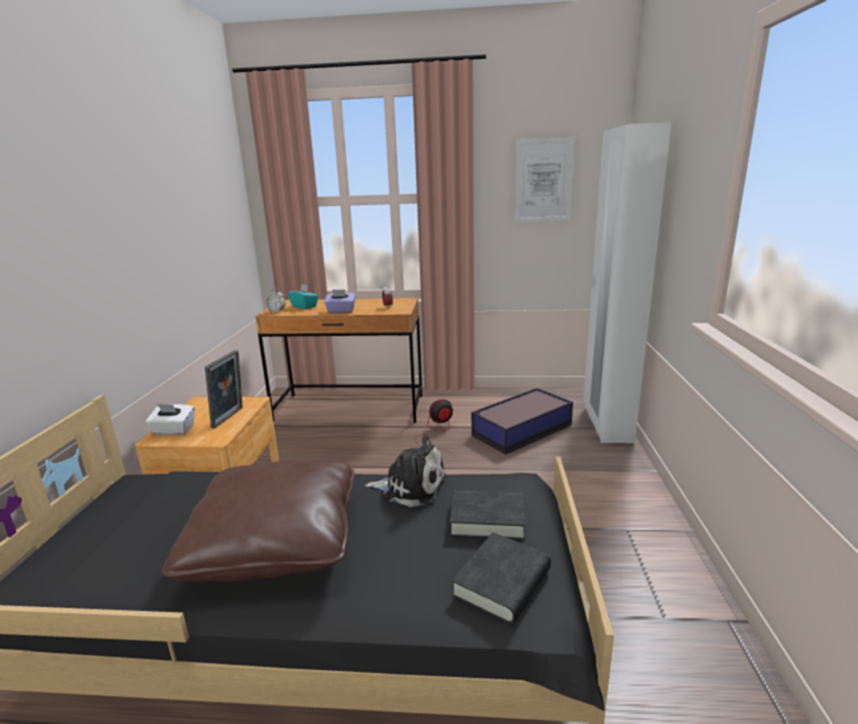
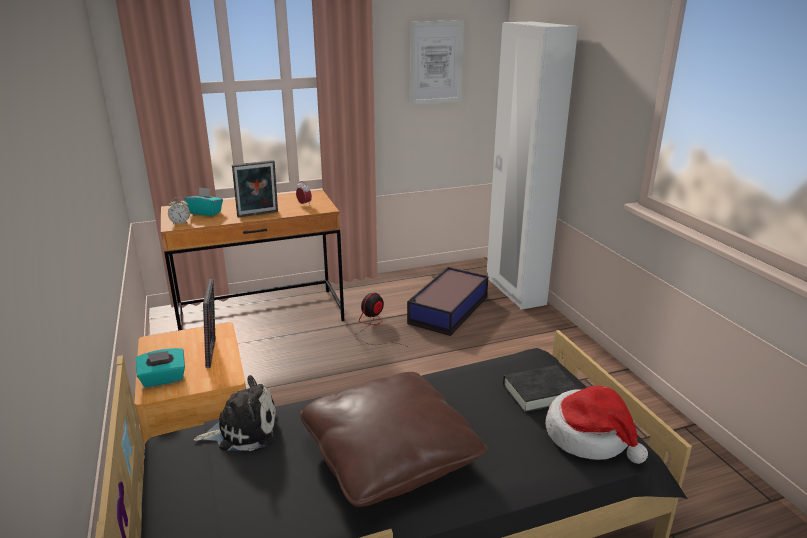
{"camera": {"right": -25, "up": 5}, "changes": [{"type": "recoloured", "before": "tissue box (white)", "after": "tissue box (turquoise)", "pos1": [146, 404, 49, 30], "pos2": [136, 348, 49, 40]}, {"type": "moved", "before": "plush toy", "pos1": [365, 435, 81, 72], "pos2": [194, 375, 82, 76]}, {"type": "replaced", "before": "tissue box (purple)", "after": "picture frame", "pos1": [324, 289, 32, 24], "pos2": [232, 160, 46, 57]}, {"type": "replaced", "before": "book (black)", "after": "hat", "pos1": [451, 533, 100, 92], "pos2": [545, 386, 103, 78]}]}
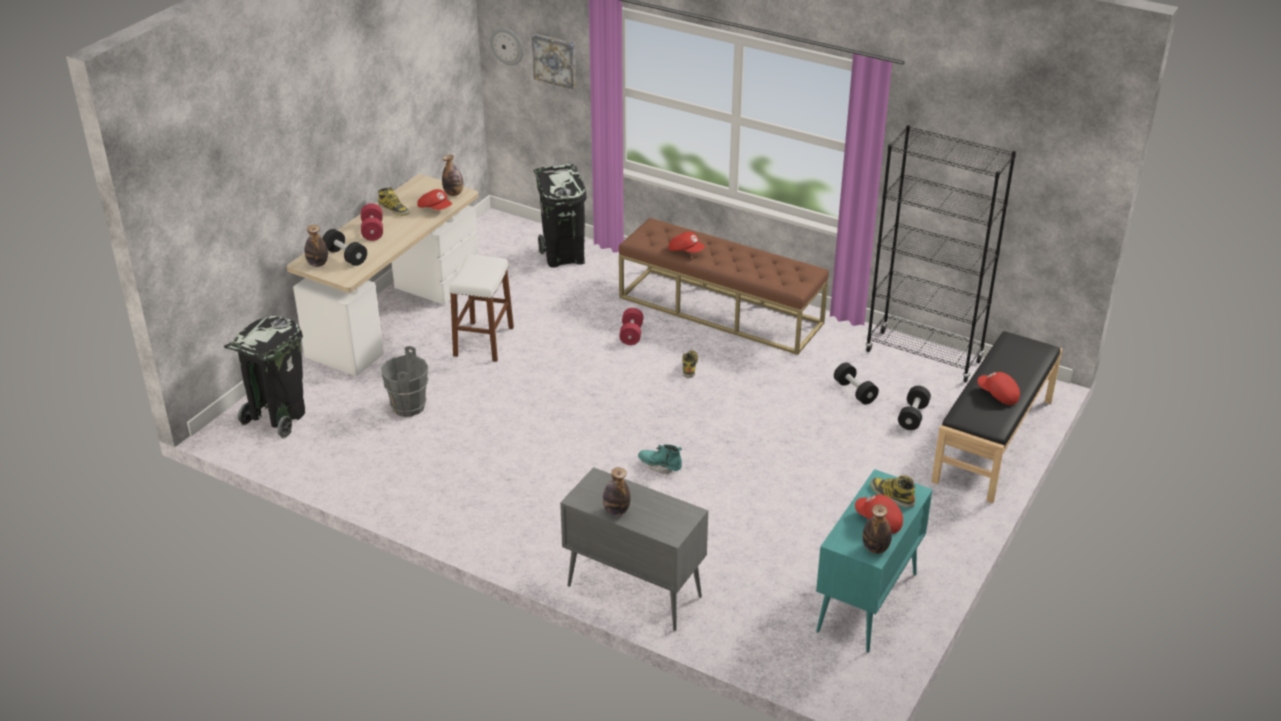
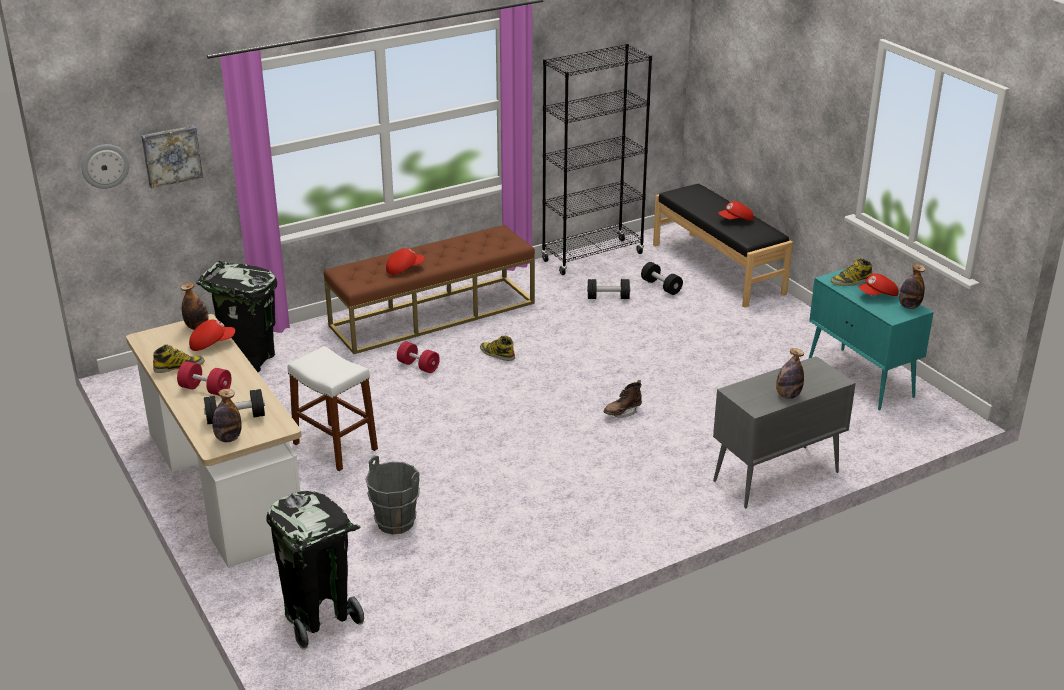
{"camera": {"right": -60, "up": -5}, "changes": [{"type": "recoloured", "before": "boot (turquoise)", "after": "boot (brown)", "pos1": [638, 444, 44, 30], "pos2": [604, 380, 38, 38]}]}
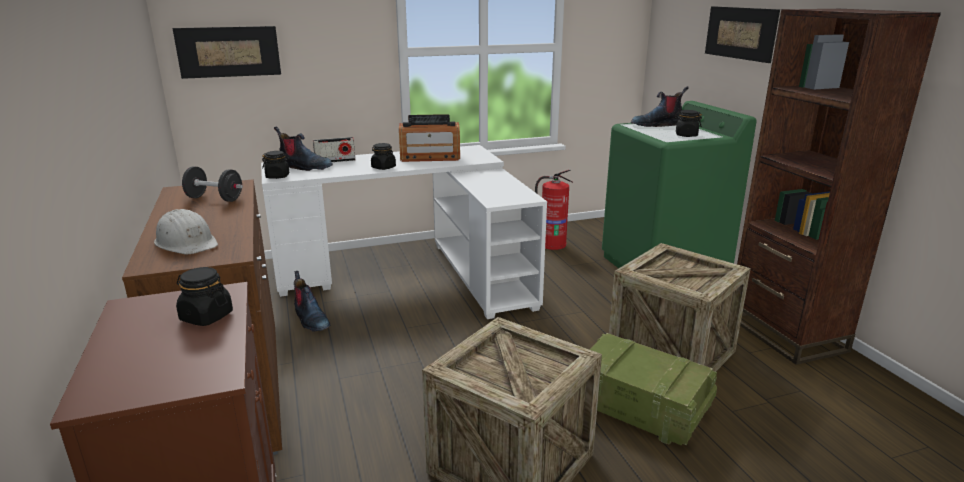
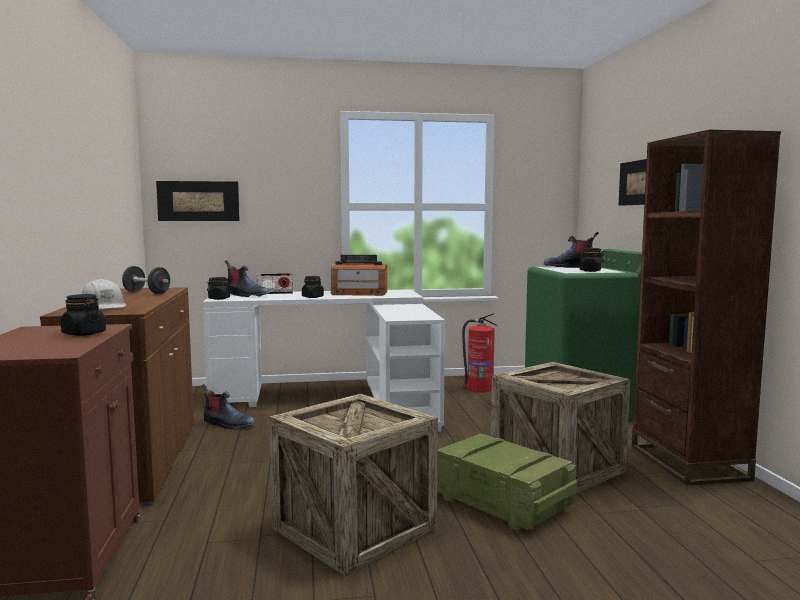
{"camera": {"right": 10, "up": -15}, "changes": [{"type": "turned", "before": "boot", "pos1": [294, 271, 36, 61], "pos2": [201, 384, 54, 45], "turn": -45}]}
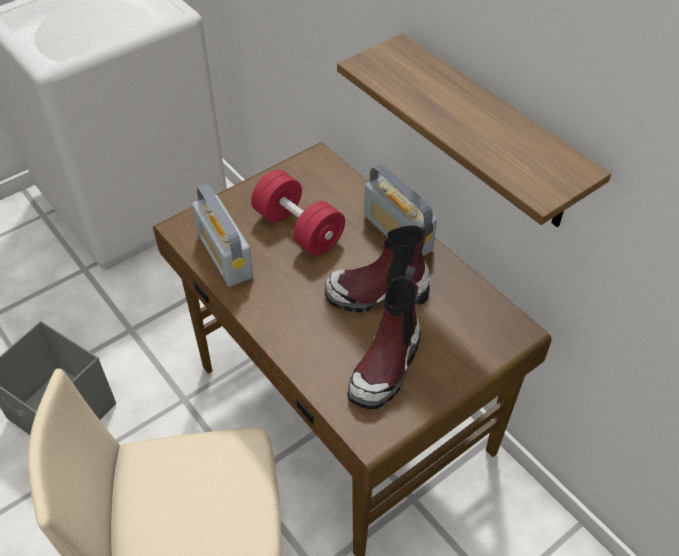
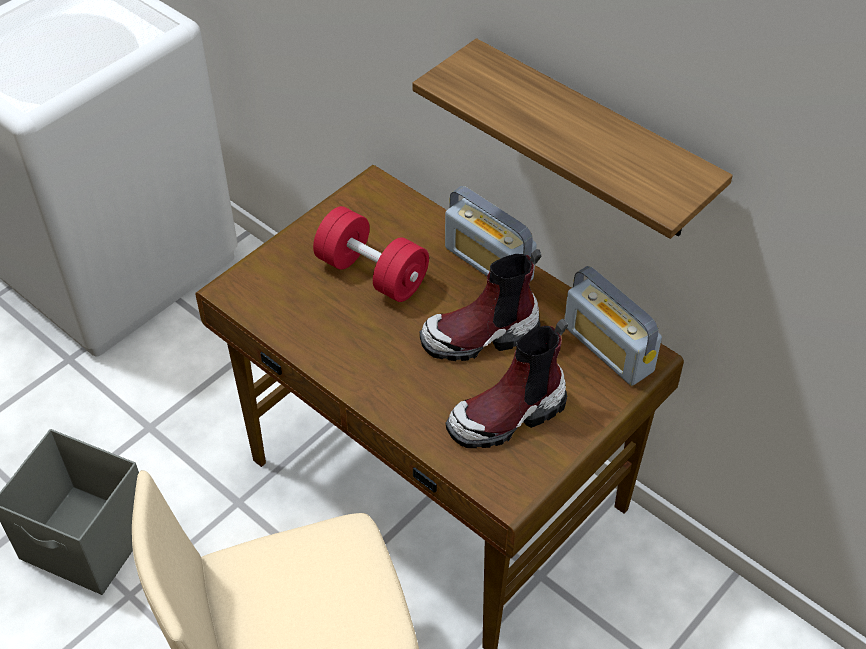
{"camera": {"right": -10, "up": 0}, "changes": [{"type": "turned", "before": "boot", "pos1": [347, 265, 74, 144], "pos2": [446, 319, 122, 129], "turn": 45}, {"type": "moved", "before": "radio", "pos1": [192, 184, 61, 103], "pos2": [564, 266, 98, 120]}]}
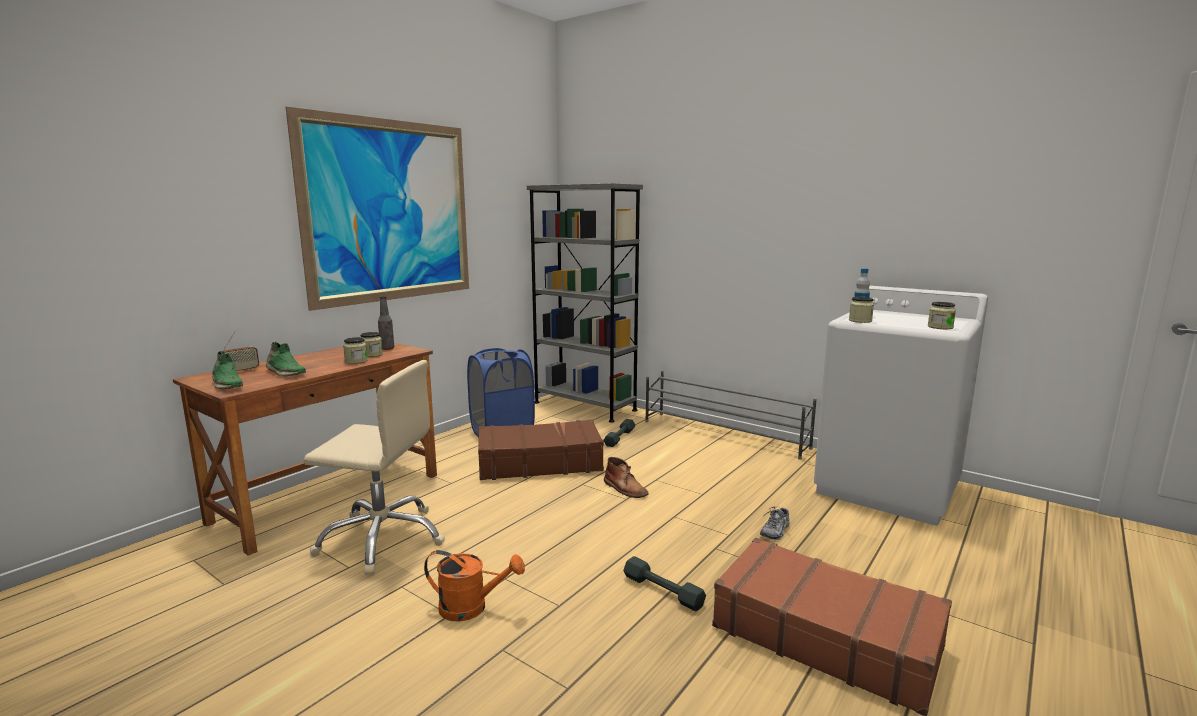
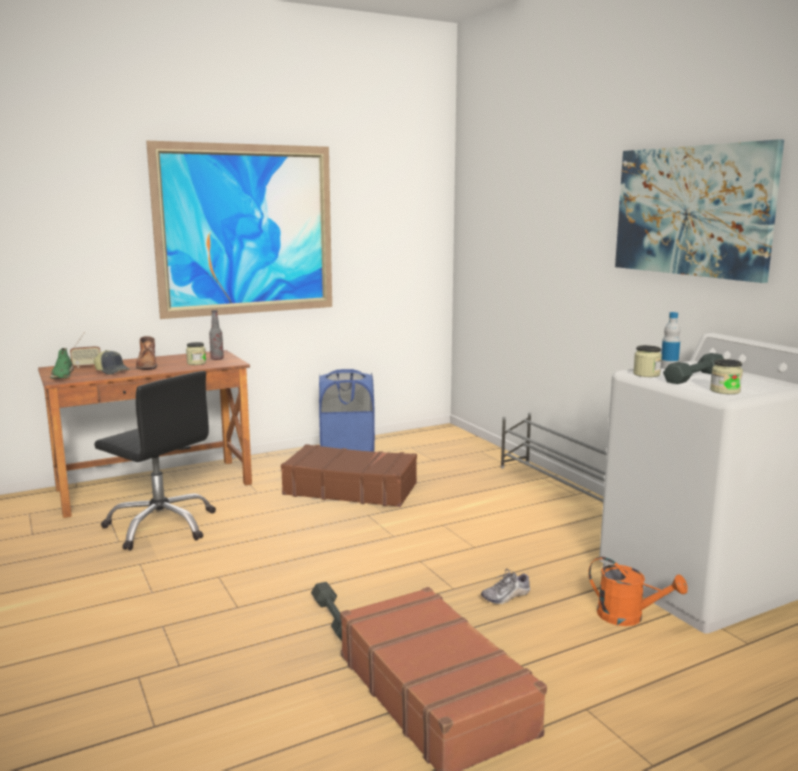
{"camera": {"right": 25, "up": 0}, "changes": [{"type": "replaced", "before": "shoe (green)", "after": "cap", "pos1": [266, 342, 40, 34], "pos2": [94, 350, 36, 25]}, {"type": "recoloured", "before": "office chair (beige)", "after": "office chair (black)", "pos1": [304, 360, 141, 215], "pos2": [94, 371, 122, 179]}, {"type": "moved", "before": "boot (brown)", "pos1": [604, 457, 45, 41], "pos2": [136, 336, 21, 34]}, {"type": "moved", "before": "watering can (orange)", "pos1": [424, 550, 101, 72], "pos2": [588, 557, 100, 69]}, {"type": "added", "after": "picture", "pos2": [615, 139, 169, 144]}, {"type": "moved", "before": "dumbbell (grey)", "pos1": [603, 419, 33, 28], "pos2": [663, 353, 61, 31]}, {"type": "removed", "before": "jar", "pos1": [343, 337, 25, 27]}, {"type": "removed", "before": "bookcase (grey)", "pos1": [527, 183, 116, 240]}]}
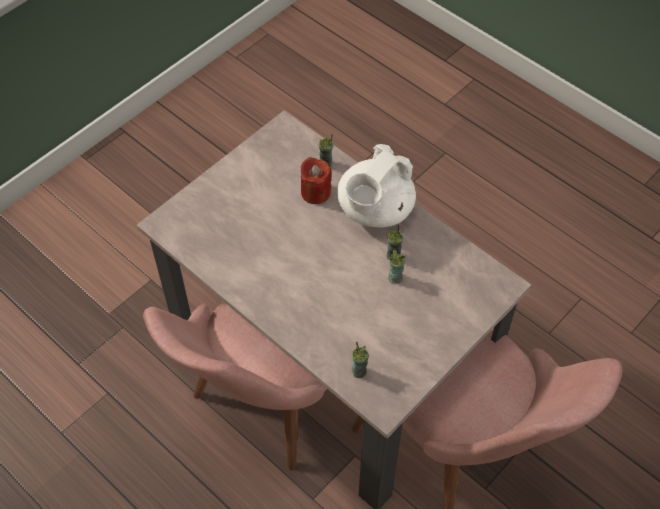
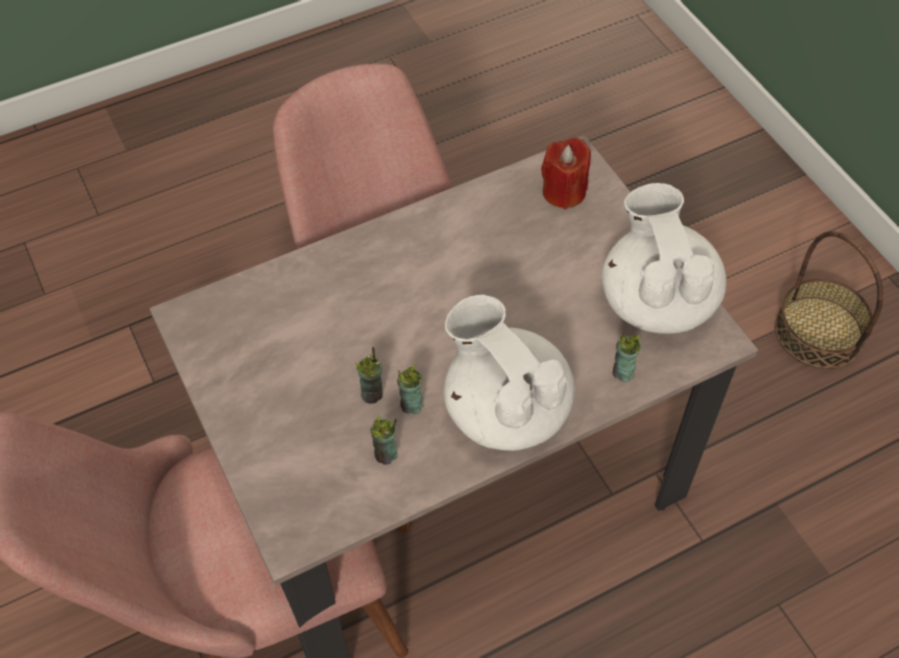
{"camera": {"right": 110, "up": 0}, "changes": [{"type": "moved", "before": "cup", "pos1": [351, 341, 18, 37], "pos2": [370, 414, 28, 51]}, {"type": "moved", "before": "candle (red)", "pos1": [300, 157, 32, 47], "pos2": [541, 138, 50, 71]}, {"type": "added", "after": "teapot (white)", "pos2": [602, 183, 124, 151]}, {"type": "added", "after": "basket", "pos2": [775, 231, 108, 138]}]}
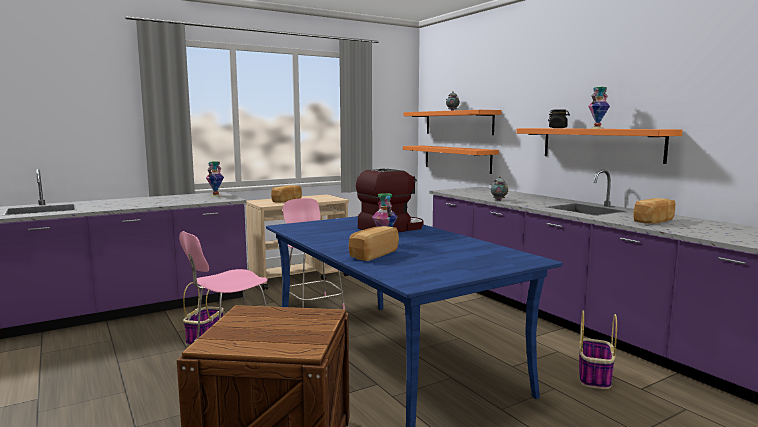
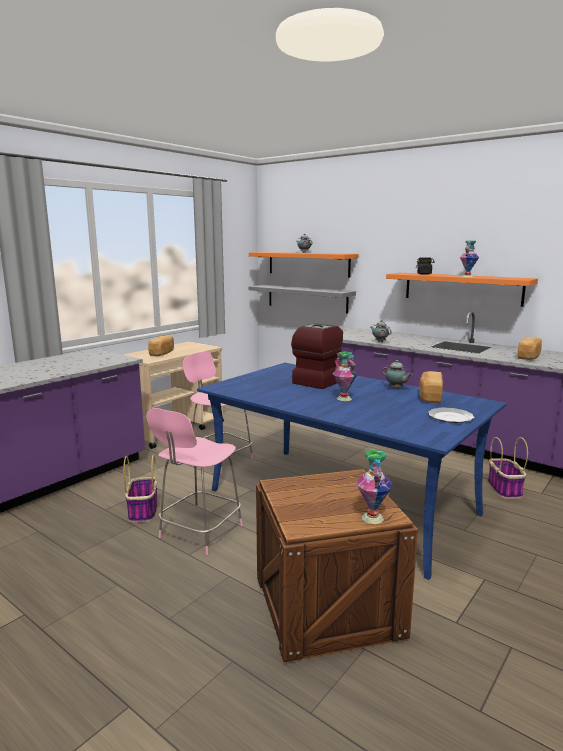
{"camera": {"right": -20, "up": 5}, "changes": [{"type": "recoloured", "before": "shelf (orange)", "after": "shelf (grey)", "pos1": [403, 146, 96, 28], "pos2": [249, 285, 107, 29]}, {"type": "moved", "before": "vase", "pos1": [206, 161, 18, 36], "pos2": [356, 450, 37, 74]}, {"type": "added", "after": "teapot", "pos2": [382, 360, 31, 29]}, {"type": "moved", "before": "bread", "pos1": [349, 226, 50, 35], "pos2": [419, 371, 24, 32]}, {"type": "added", "after": "plate", "pos2": [428, 408, 46, 15]}]}
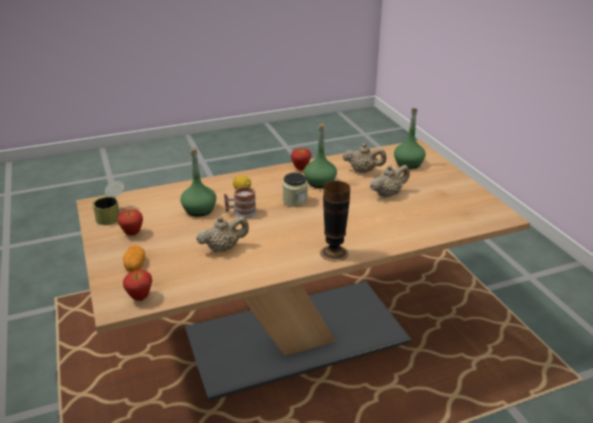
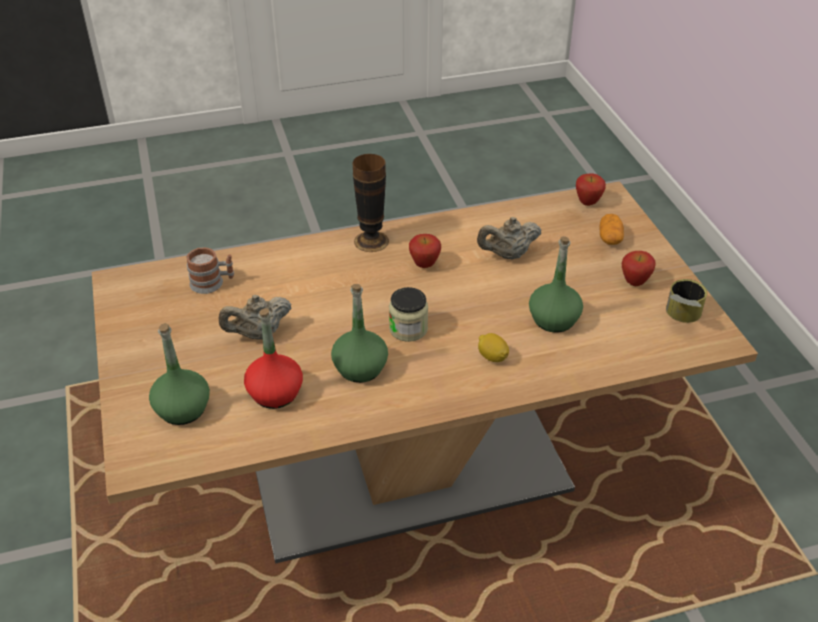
{"camera": {"right": -175, "up": 10}, "changes": [{"type": "moved", "before": "mug", "pos1": [224, 187, 33, 32], "pos2": [187, 248, 47, 46]}, {"type": "replaced", "before": "teapot (beige)", "after": "bottle (red)", "pos1": [343, 143, 44, 30], "pos2": [244, 308, 59, 101]}, {"type": "moved", "before": "apple", "pos1": [291, 148, 20, 22], "pos2": [409, 234, 32, 34]}]}
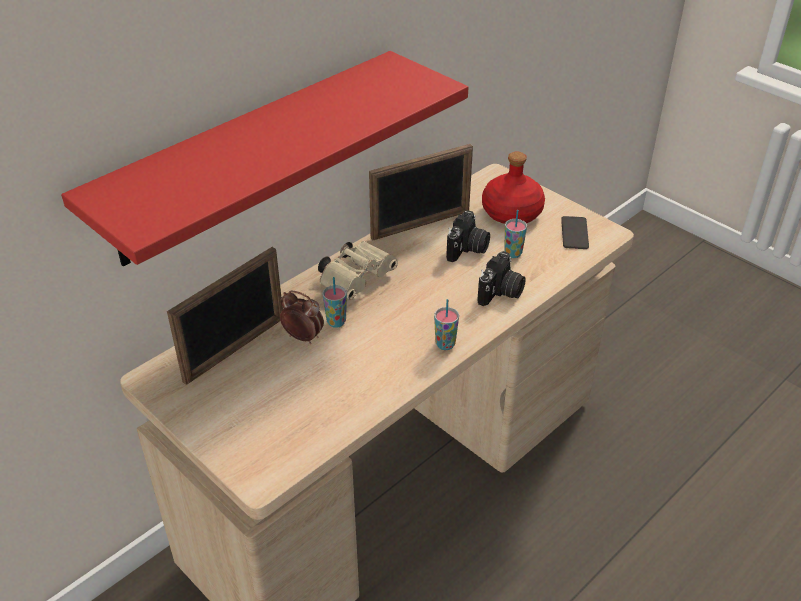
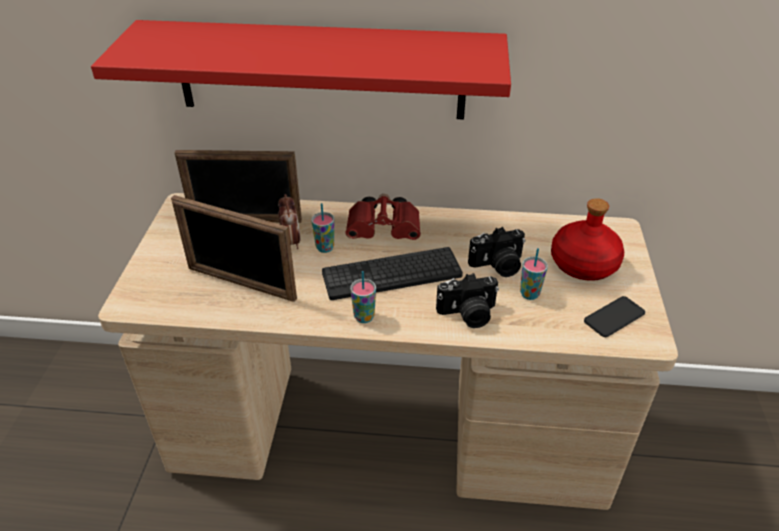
{"camera": {"right": 50, "up": 0}, "changes": [{"type": "moved", "before": "picture frame", "pos1": [369, 144, 104, 96], "pos2": [171, 195, 126, 107]}, {"type": "added", "after": "keyboard", "pos2": [322, 247, 141, 53]}, {"type": "recoloured", "before": "binoculars (beige)", "after": "binoculars (red)", "pos1": [318, 241, 80, 60], "pos2": [345, 194, 76, 46]}]}
